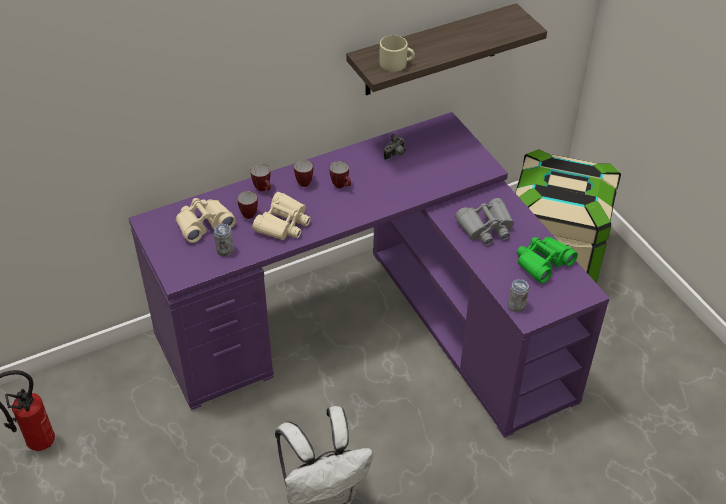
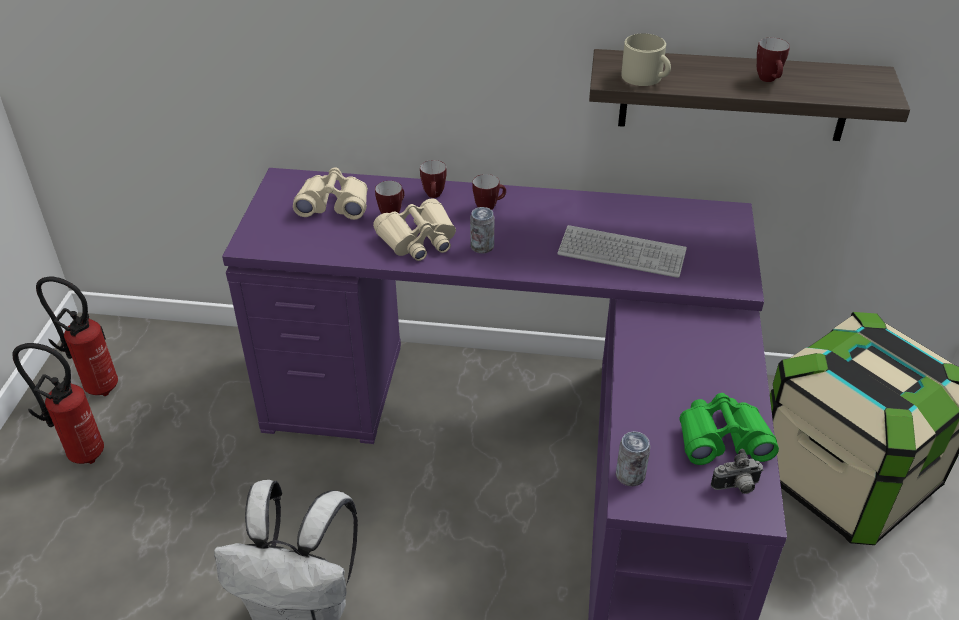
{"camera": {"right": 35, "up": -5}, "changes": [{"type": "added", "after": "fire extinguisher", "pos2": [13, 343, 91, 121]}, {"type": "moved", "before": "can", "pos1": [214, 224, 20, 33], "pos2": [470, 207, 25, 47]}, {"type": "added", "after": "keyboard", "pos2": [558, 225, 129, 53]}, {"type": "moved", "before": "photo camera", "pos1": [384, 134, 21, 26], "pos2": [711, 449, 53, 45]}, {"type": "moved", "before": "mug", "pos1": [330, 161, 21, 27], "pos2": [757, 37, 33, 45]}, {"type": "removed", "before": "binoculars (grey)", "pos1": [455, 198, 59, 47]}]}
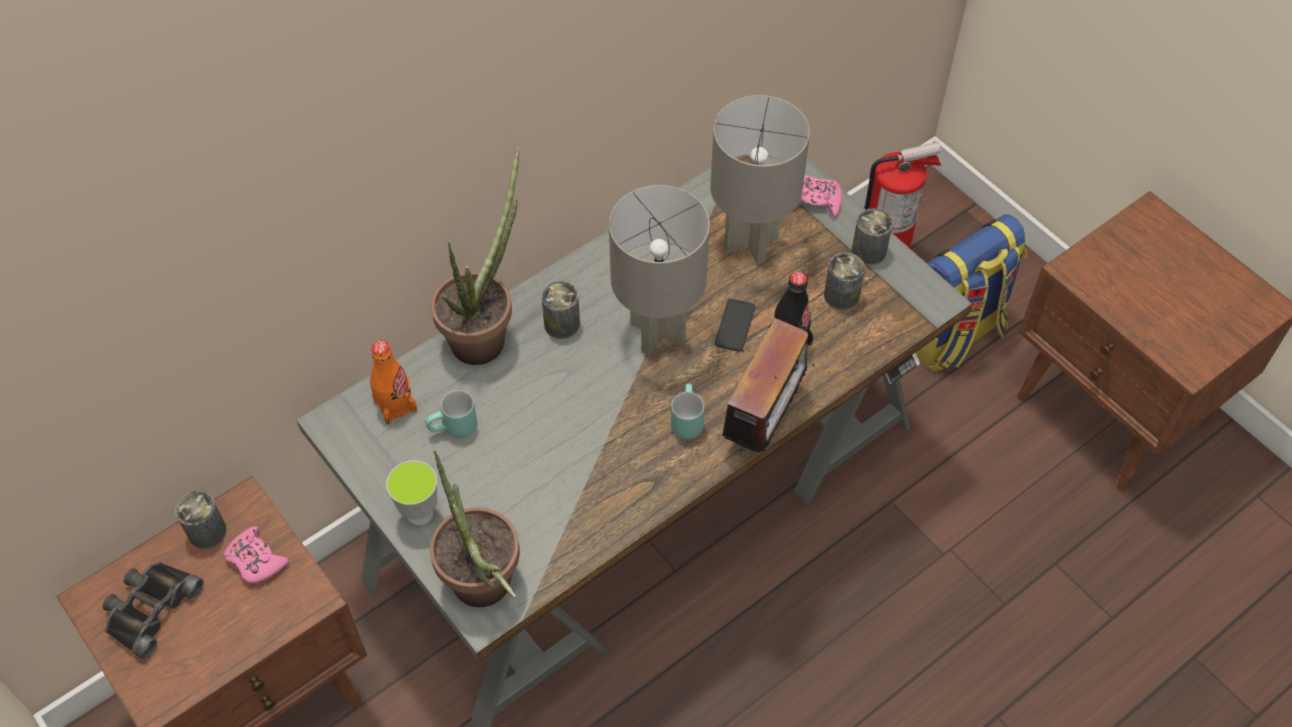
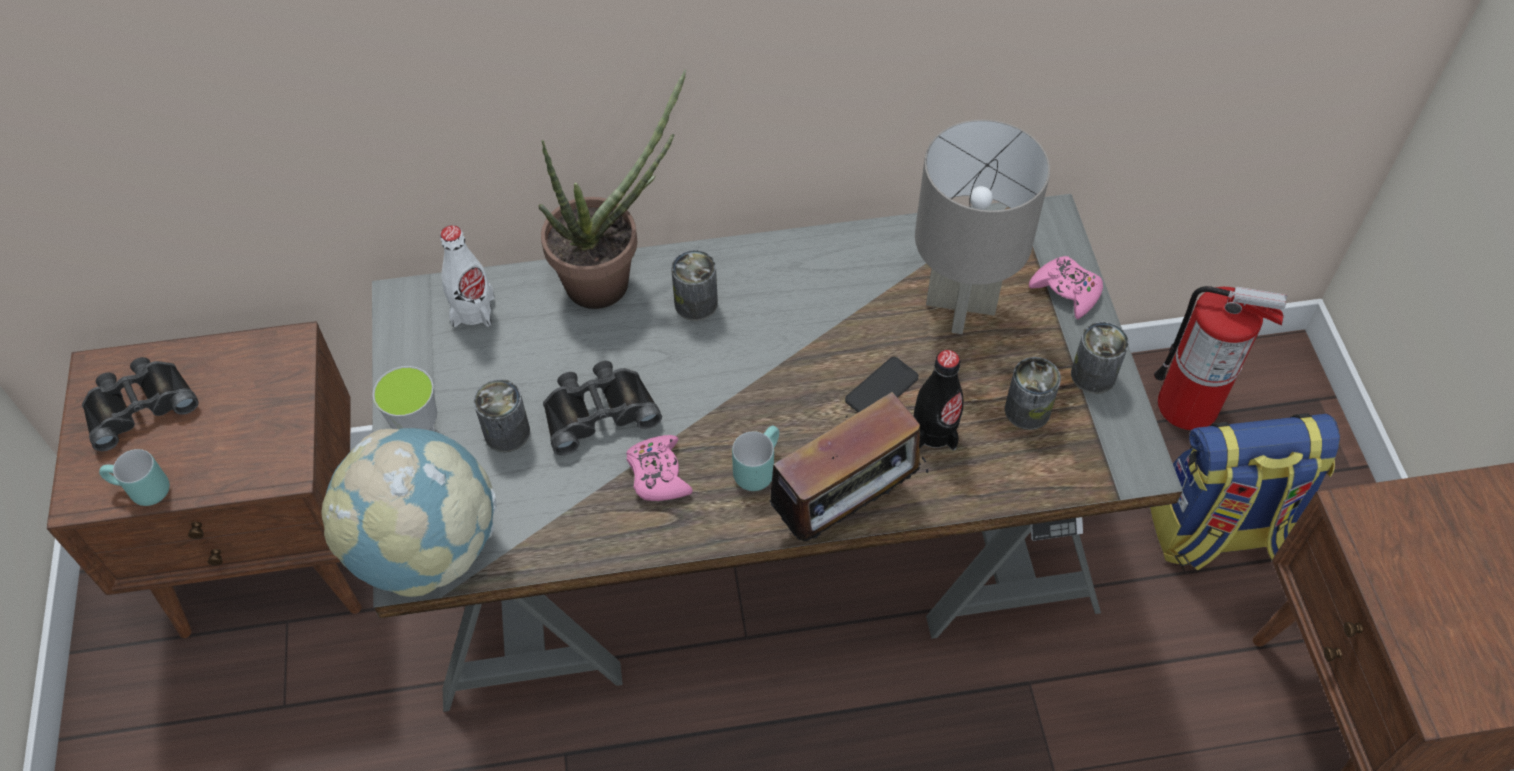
{"camera": {"right": 30, "up": 0}, "changes": [{"type": "moved", "before": "mug (turquoise)", "pos1": [425, 390, 52, 48], "pos2": [99, 449, 71, 57]}, {"type": "replaced", "before": "potted plant", "after": "globe", "pos1": [430, 450, 90, 157], "pos2": [321, 428, 176, 169]}, {"type": "recoloured", "before": "bottle (orange)", "after": "bottle (white)", "pos1": [370, 340, 47, 85], "pos2": [440, 225, 55, 102]}, {"type": "moved", "before": "can", "pos1": [175, 491, 52, 58], "pos2": [474, 379, 56, 73]}, {"type": "added", "after": "binoculars (black)", "pos2": [543, 361, 119, 95]}, {"type": "moved", "before": "game controller (pink)", "pos1": [224, 526, 65, 58], "pos2": [626, 435, 67, 66]}, {"type": "removed", "before": "table lamp (grey)", "pos1": [609, 185, 101, 170]}]}
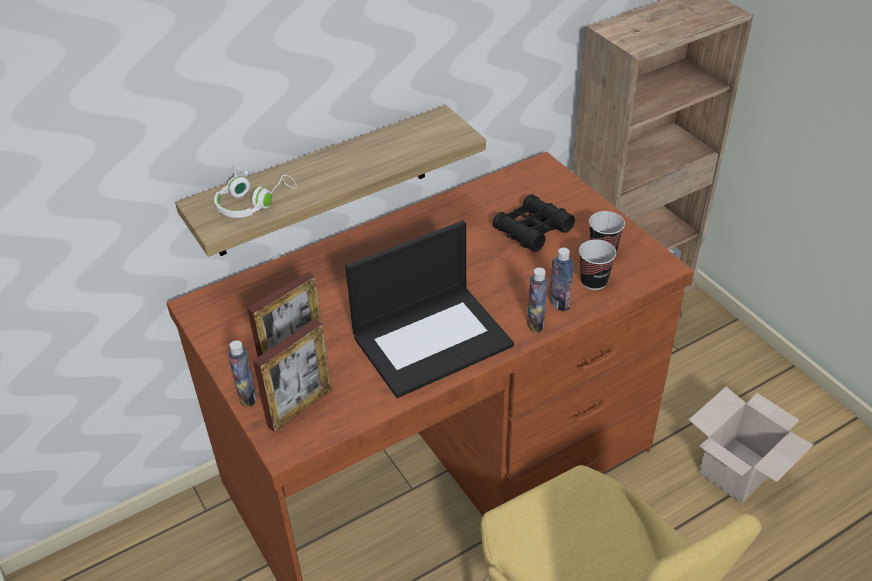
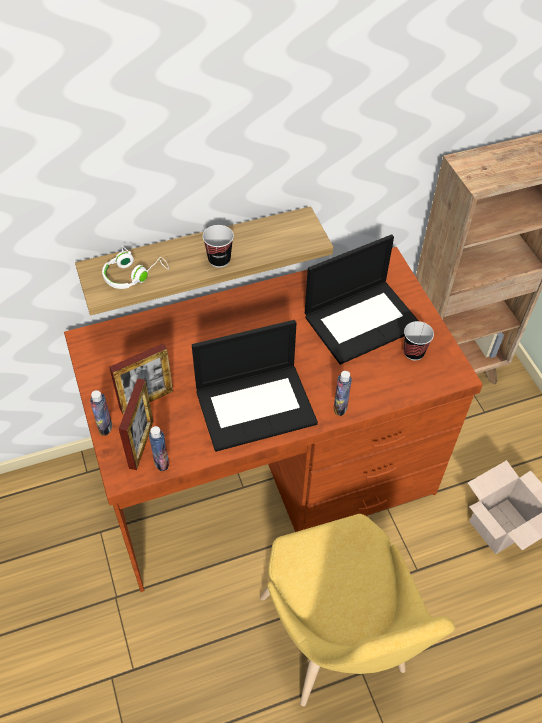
{"camera": {"right": 10, "up": 10}, "changes": [{"type": "turned", "before": "picture frame", "pos1": [253, 319, 79, 113], "pos2": [119, 378, 35, 92], "turn": -45}, {"type": "moved", "before": "bottle", "pos1": [549, 248, 25, 64], "pos2": [149, 426, 20, 45]}, {"type": "moved", "before": "cup", "pos1": [579, 239, 37, 51], "pos2": [202, 225, 32, 43]}, {"type": "replaced", "before": "binoculars (black)", "after": "laptop", "pos1": [493, 194, 82, 58], "pos2": [305, 234, 114, 131]}]}
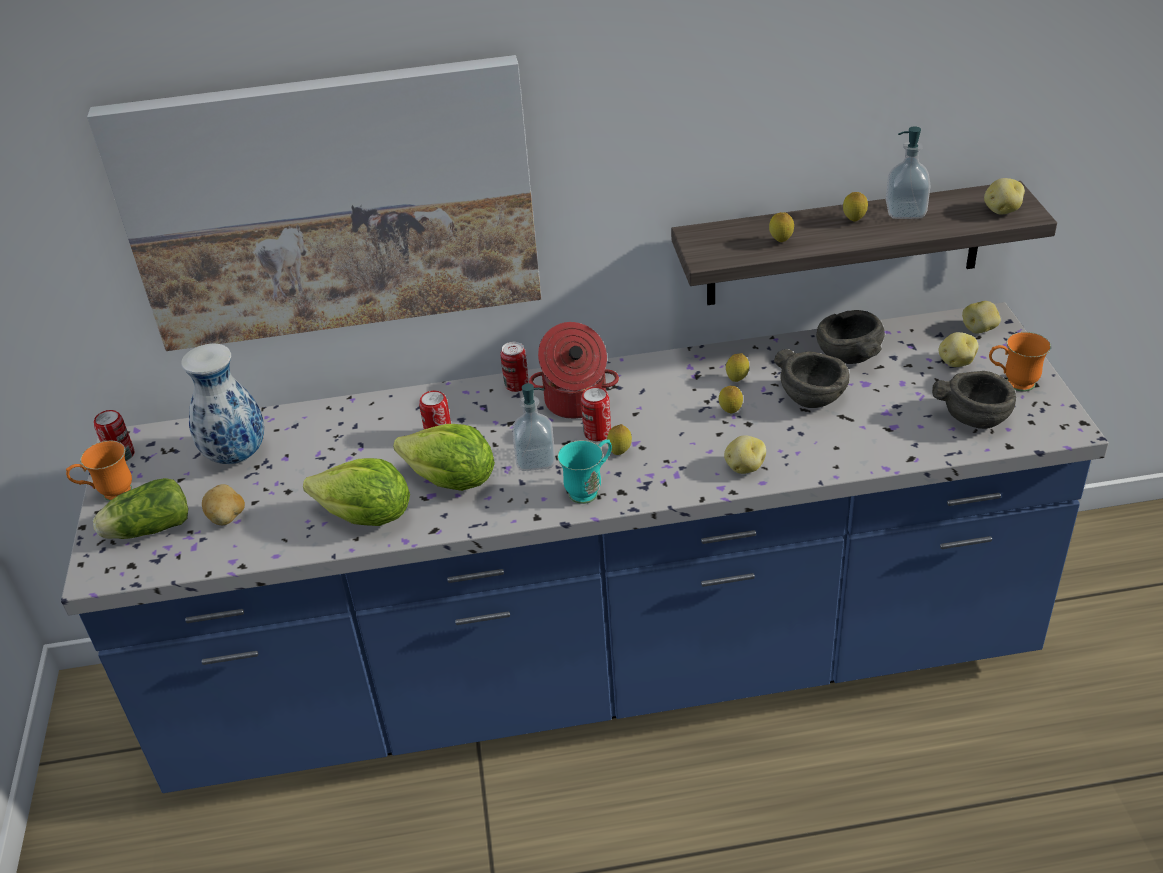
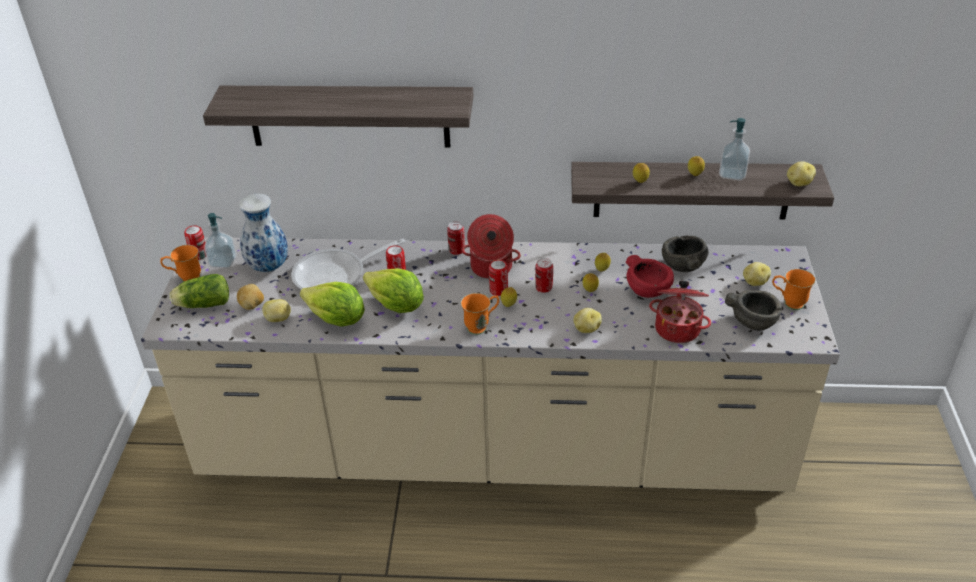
{"camera": {"right": 10, "up": 0}, "changes": [{"type": "recoloured", "before": "counter (blue)", "after": "counter (beige)", "pos1": [61, 302, 1048, 491], "pos2": [141, 237, 699, 255]}, {"type": "replaced", "before": "picture", "after": "shelf", "pos1": [87, 55, 454, 296], "pos2": [203, 86, 270, 62]}, {"type": "moved", "before": "soap dispenser", "pos1": [512, 383, 44, 88], "pos2": [204, 213, 33, 55]}, {"type": "moved", "before": "potato", "pos1": [962, 301, 39, 33], "pos2": [262, 299, 29, 23]}, {"type": "added", "after": "frying pan", "pos2": [291, 239, 115, 50]}, {"type": "recoloured", "before": "mug (turquoise)", "after": "mug (orange)", "pos1": [557, 439, 55, 65], "pos2": [461, 293, 38, 42]}, {"type": "added", "after": "can", "pos2": [535, 258, 18, 35]}, {"type": "recoloured", "before": "bowl (grey)", "after": "bowl (red)", "pos1": [774, 349, 76, 59], "pos2": [626, 255, 48, 43]}, {"type": "added", "after": "cooking pot", "pos2": [649, 281, 62, 62]}]}
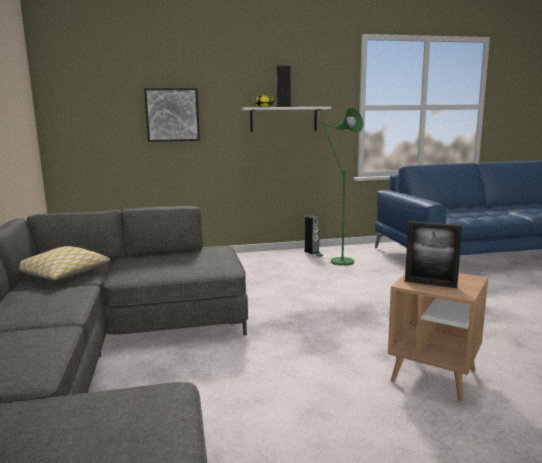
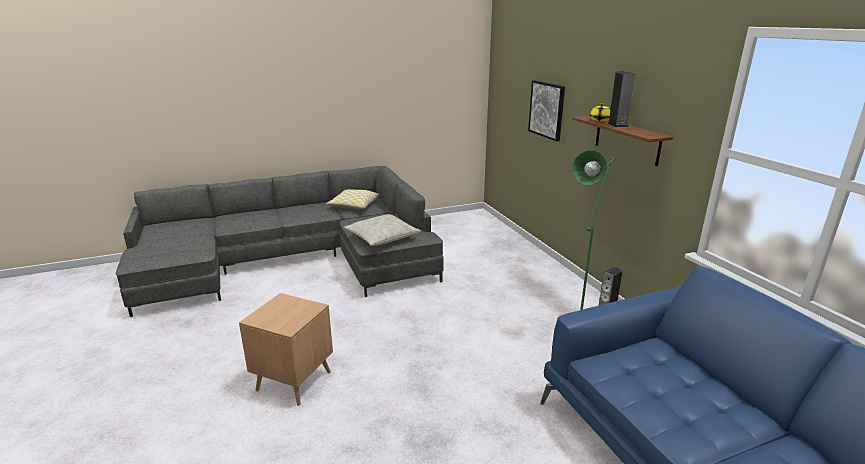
{"camera": {"right": 80, "up": 10}, "changes": [{"type": "added", "after": "pillow (beige)", "pos2": [344, 214, 77, 32]}, {"type": "recoloured", "before": "shelf (white)", "after": "shelf (brown)", "pos1": [241, 107, 90, 25], "pos2": [572, 116, 101, 50]}, {"type": "removed", "before": "picture frame", "pos1": [405, 221, 57, 67]}]}
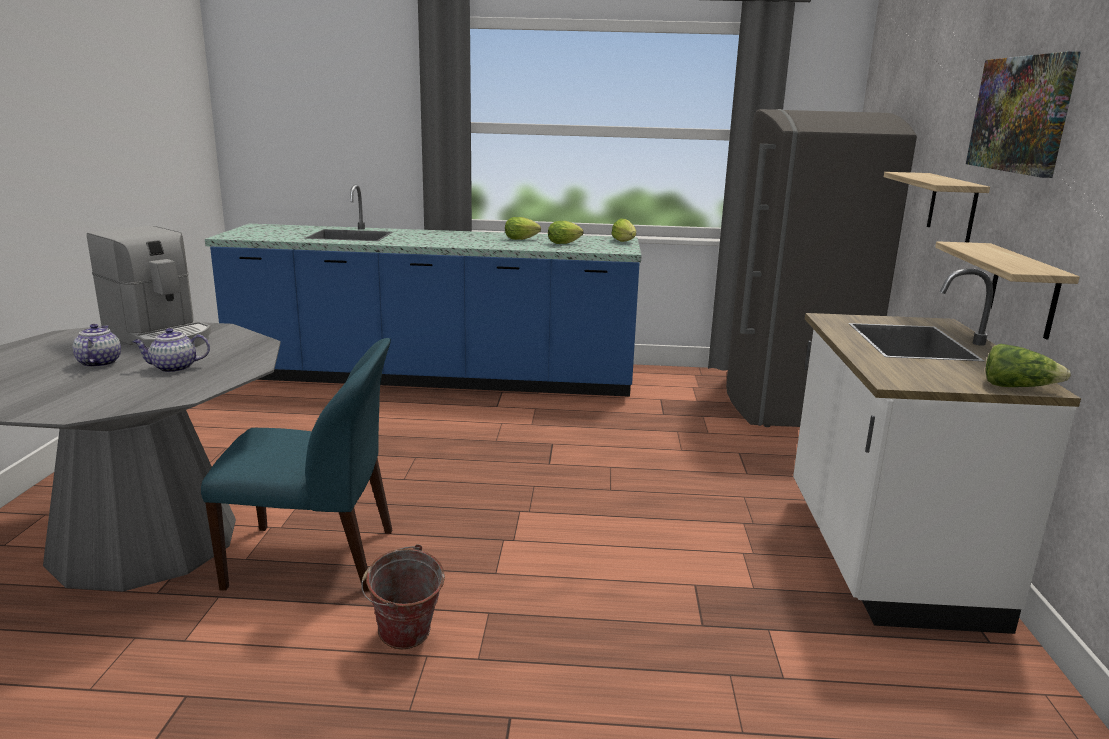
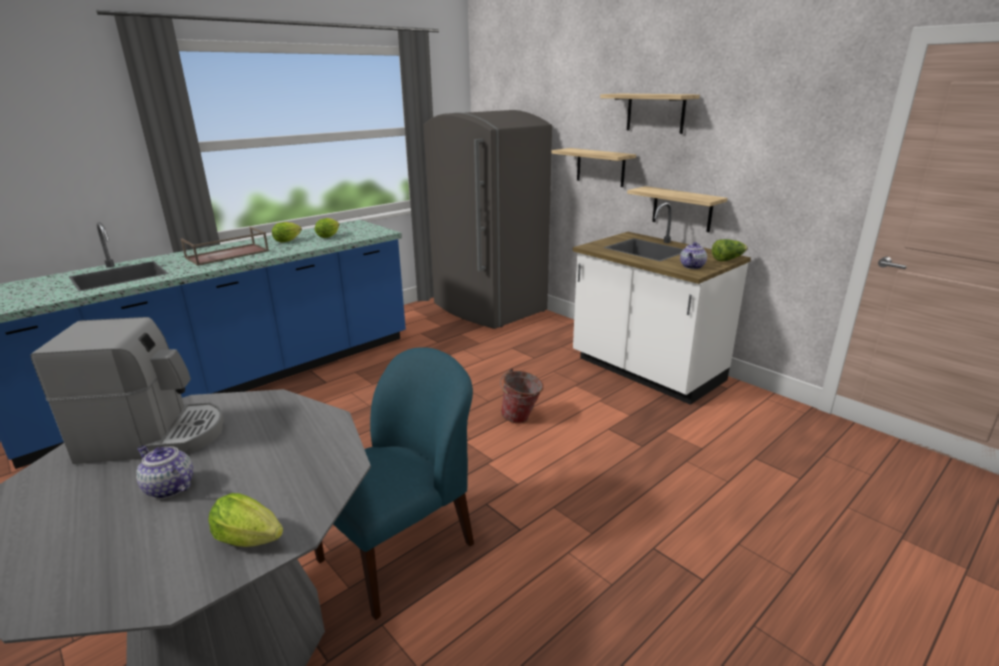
{"camera": {"right": -45, "up": 5}, "changes": [{"type": "added", "after": "tray (brown)", "pos2": [181, 227, 88, 39]}, {"type": "moved", "before": "lettuce", "pos1": [612, 218, 24, 24], "pos2": [208, 493, 75, 54]}, {"type": "moved", "before": "bucket", "pos1": [362, 544, 83, 105], "pos2": [500, 368, 44, 56]}, {"type": "replaced", "before": "picture", "after": "shelf", "pos1": [966, 51, 115, 127], "pos2": [600, 94, 100, 40]}, {"type": "moved", "before": "teapot", "pos1": [132, 328, 78, 45], "pos2": [680, 242, 27, 27]}]}
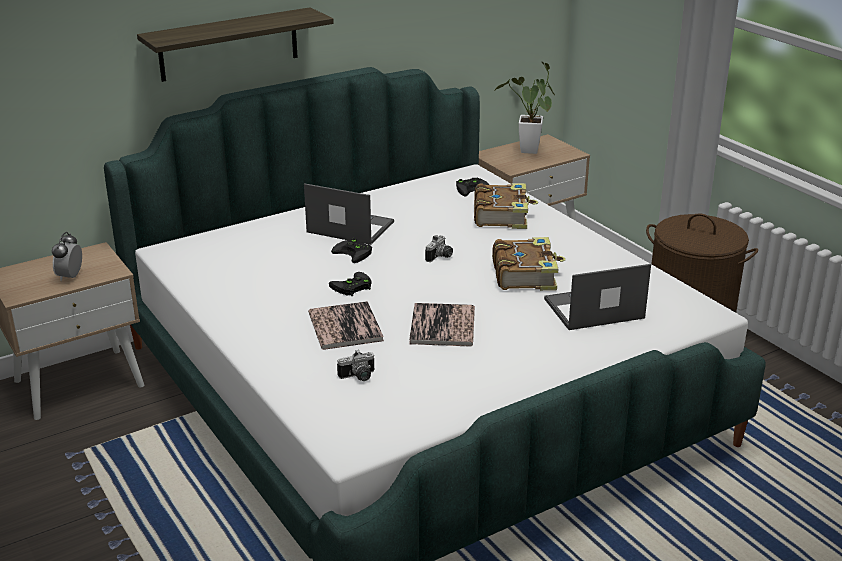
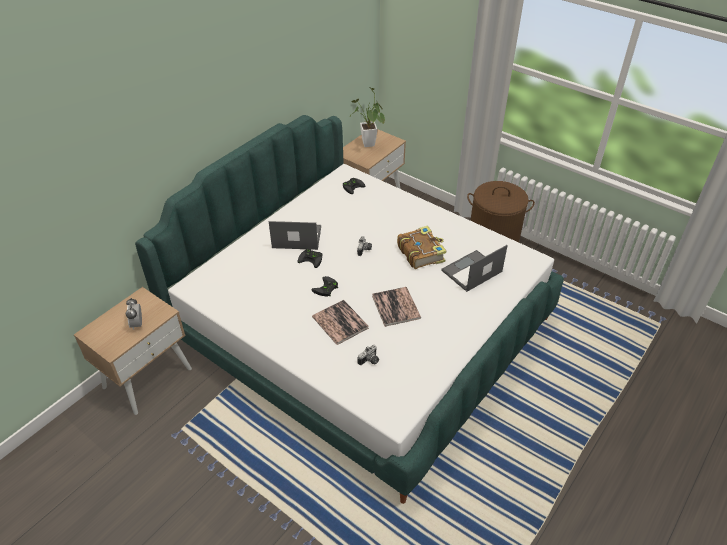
{"camera": {"right": -20, "up": 15}, "changes": [{"type": "removed", "before": "shelf", "pos1": [137, 7, 197, 75]}, {"type": "removed", "before": "book", "pos1": [474, 183, 64, 46]}]}
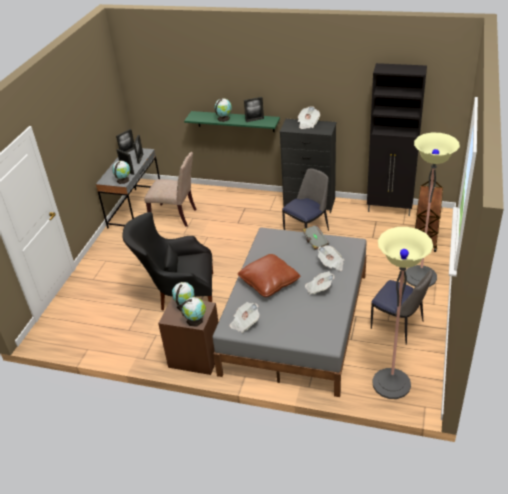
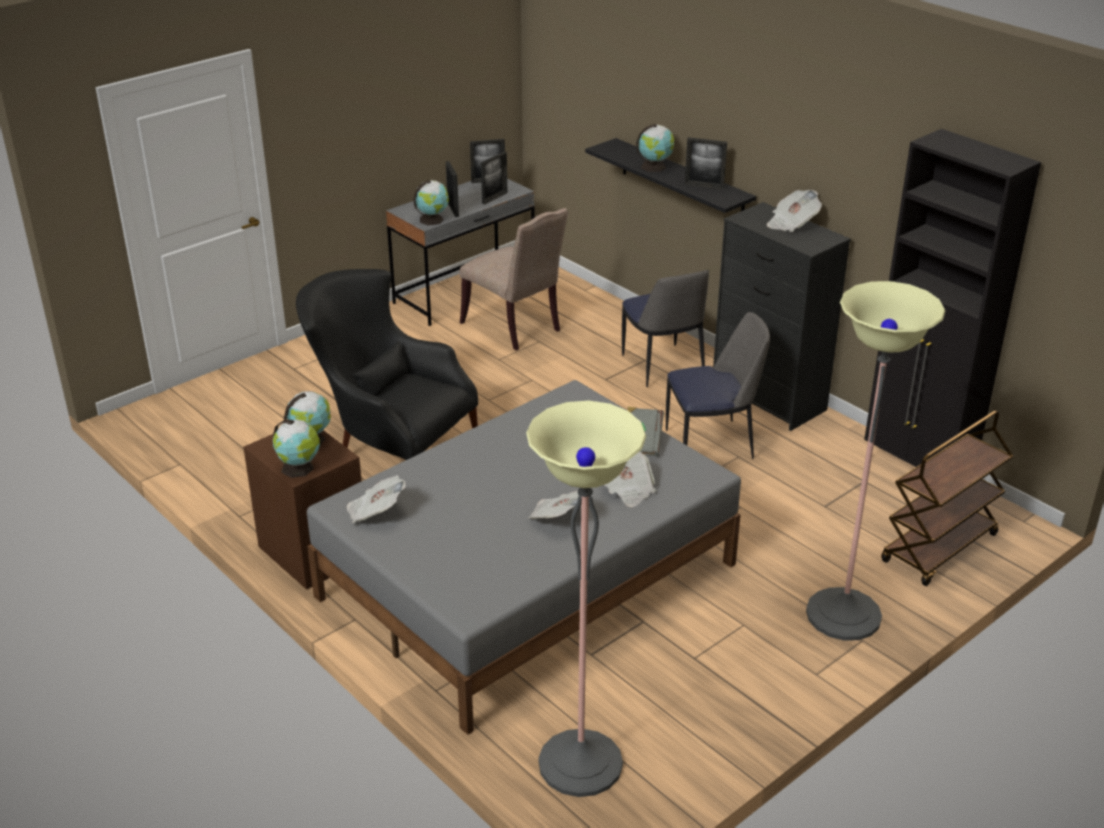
{"camera": {"right": 30, "up": -5}, "changes": [{"type": "recoloured", "before": "shelf (green)", "after": "shelf (black)", "pos1": [184, 111, 96, 21], "pos2": [585, 138, 171, 75]}, {"type": "moved", "before": "chair", "pos1": [371, 270, 62, 75], "pos2": [622, 270, 87, 117]}, {"type": "removed", "before": "pillow (brown)", "pos1": [238, 254, 62, 43]}]}
